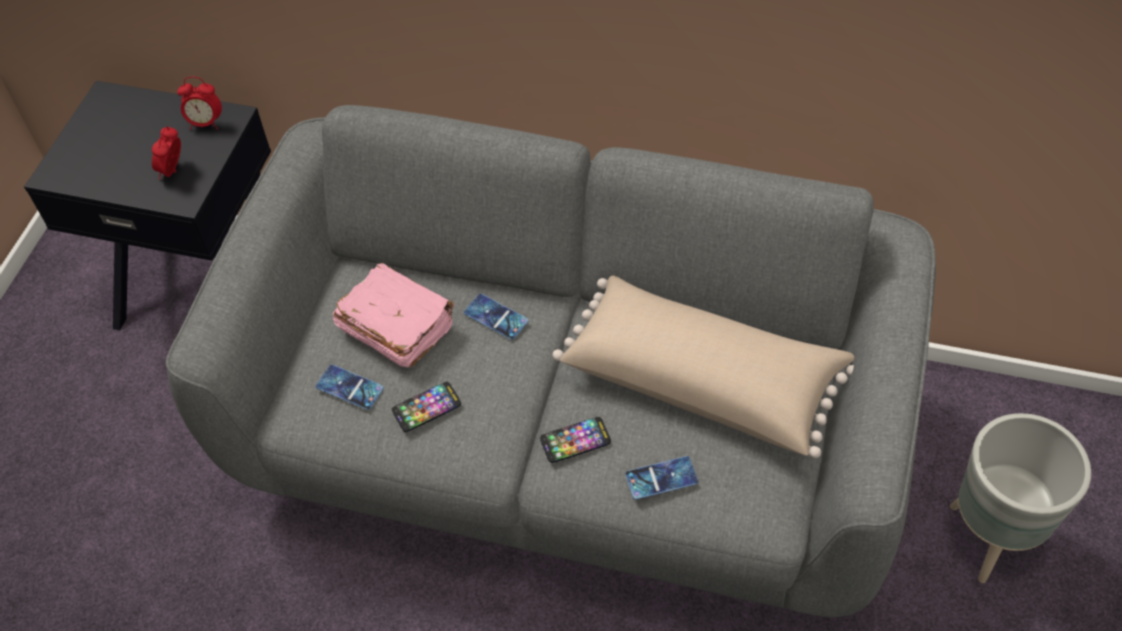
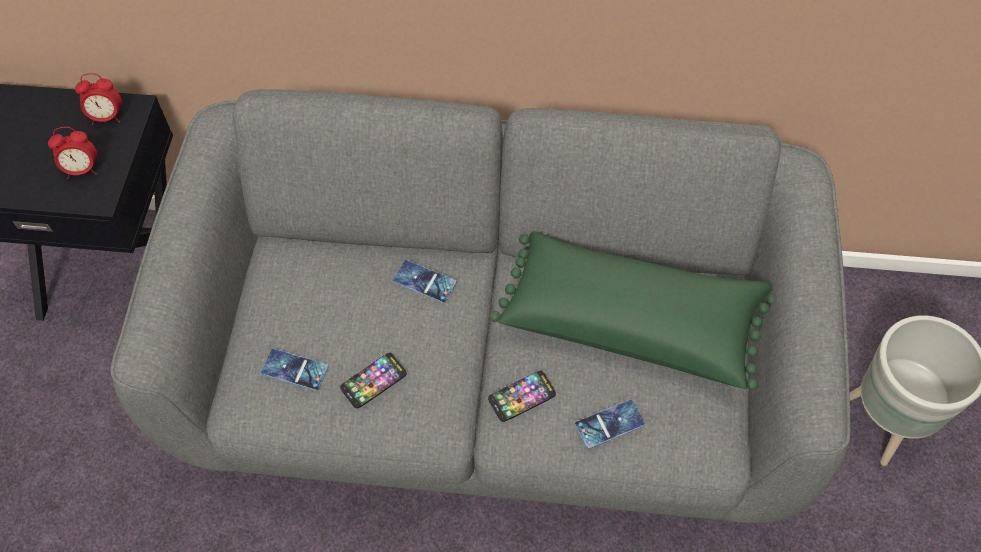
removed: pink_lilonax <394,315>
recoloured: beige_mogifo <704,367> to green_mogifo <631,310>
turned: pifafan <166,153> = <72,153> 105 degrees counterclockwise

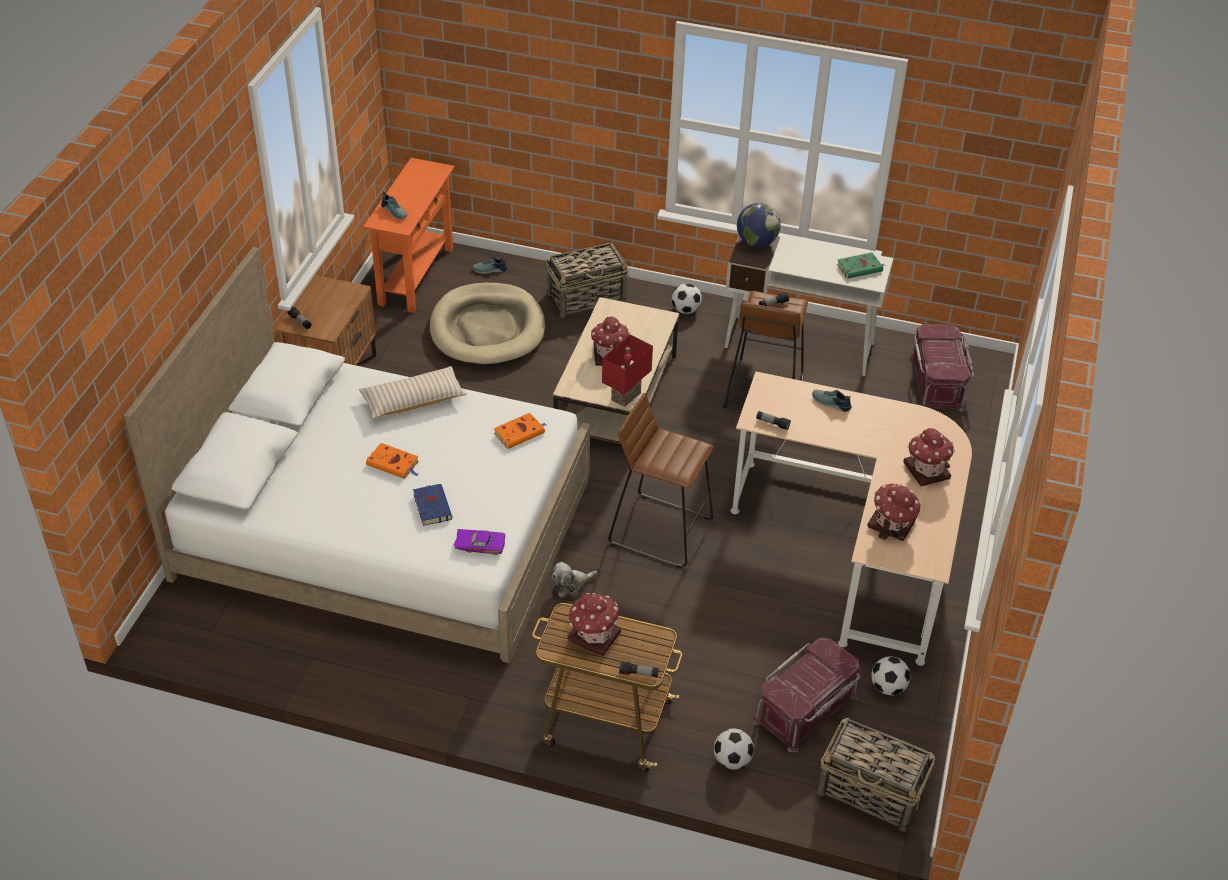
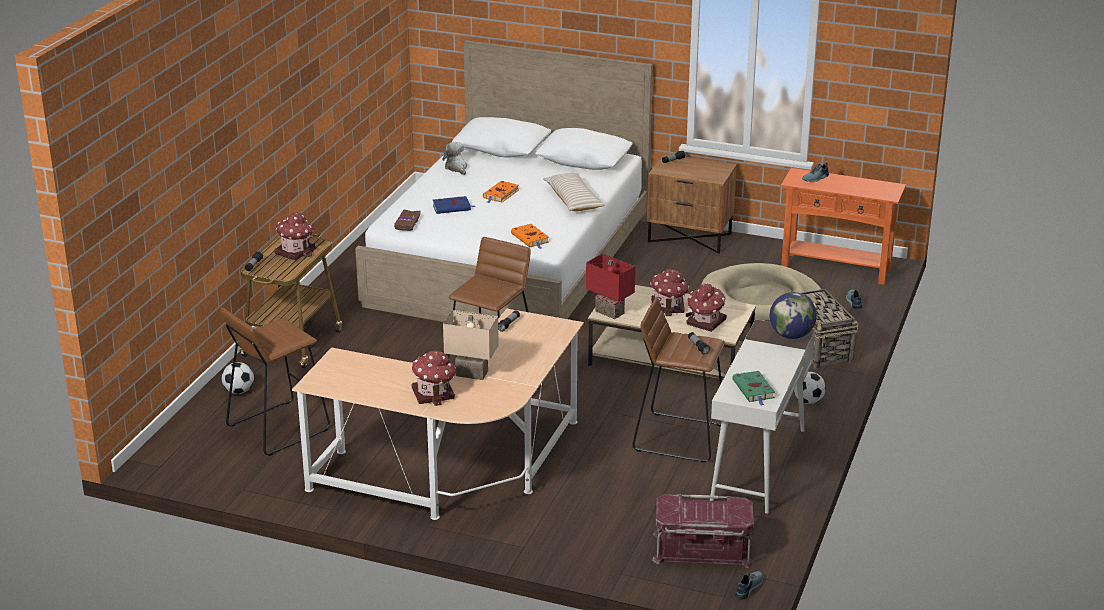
removed: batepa <876,775>; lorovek <891,675>
added: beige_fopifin <471,345>
moved: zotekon <575,580> to <455,158>; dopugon <832,401> to <749,585>; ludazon <894,512> to <706,307>
replaced: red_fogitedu <807,695> to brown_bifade <275,382>
recoloured: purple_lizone <479,542> to brown_lizone <407,220>

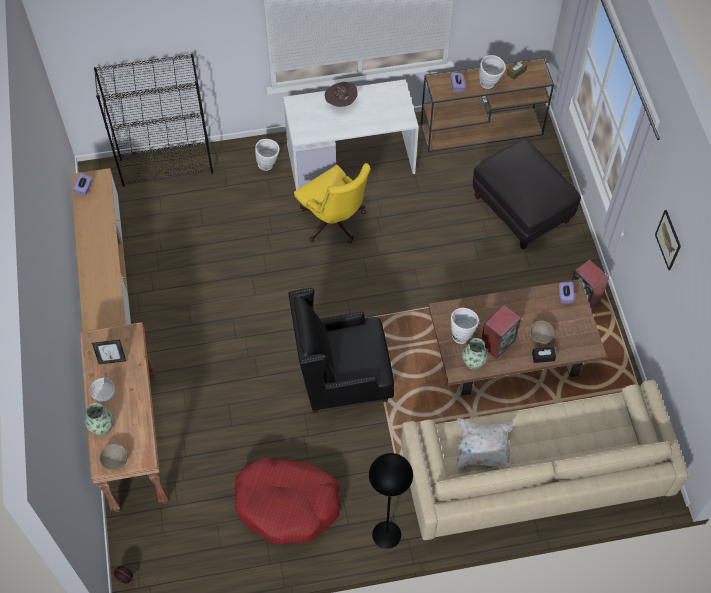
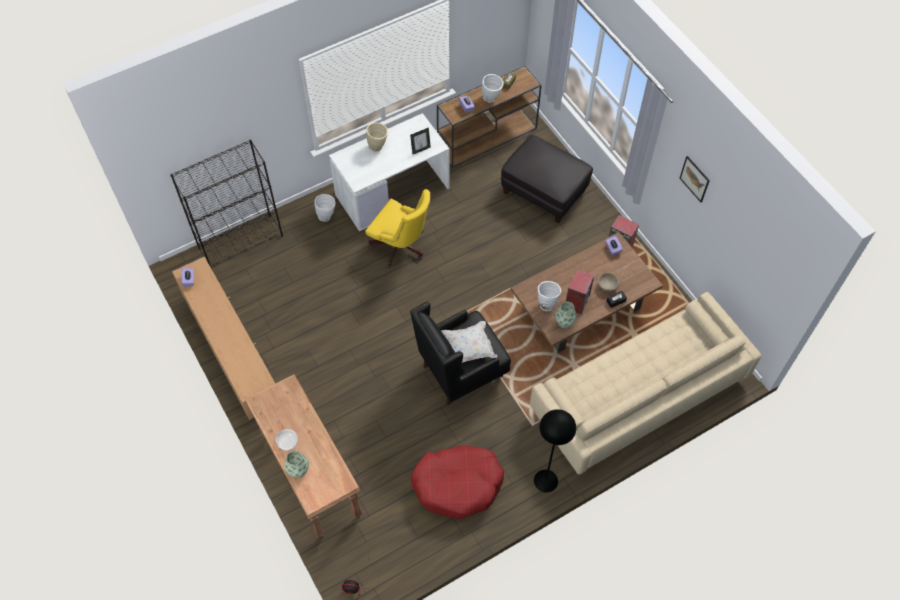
removed: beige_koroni <113,457>
moved: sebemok <109,352> to <420,141>; white_mogifo <484,443> to <469,342>
replaced: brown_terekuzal <341,94> to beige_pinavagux <377,137>

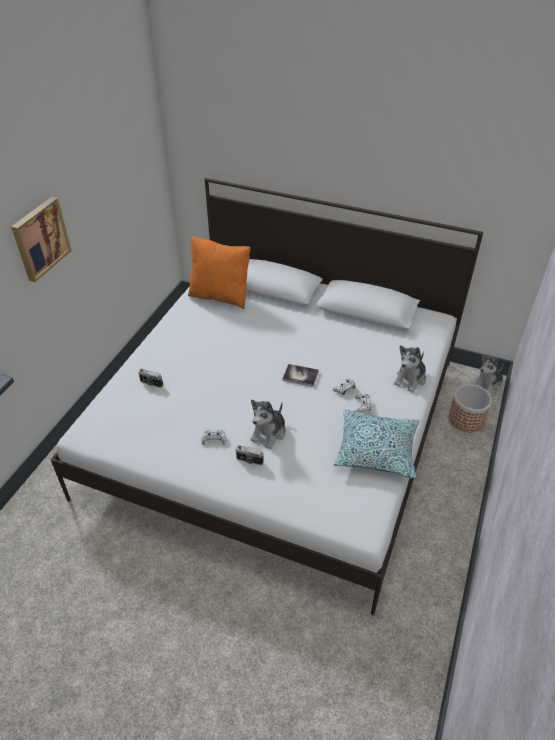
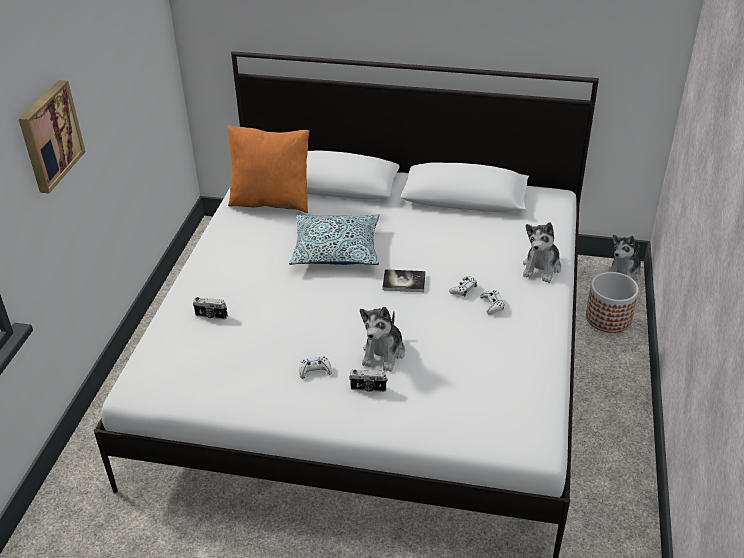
moved: mogifo <376,444> to <334,239>

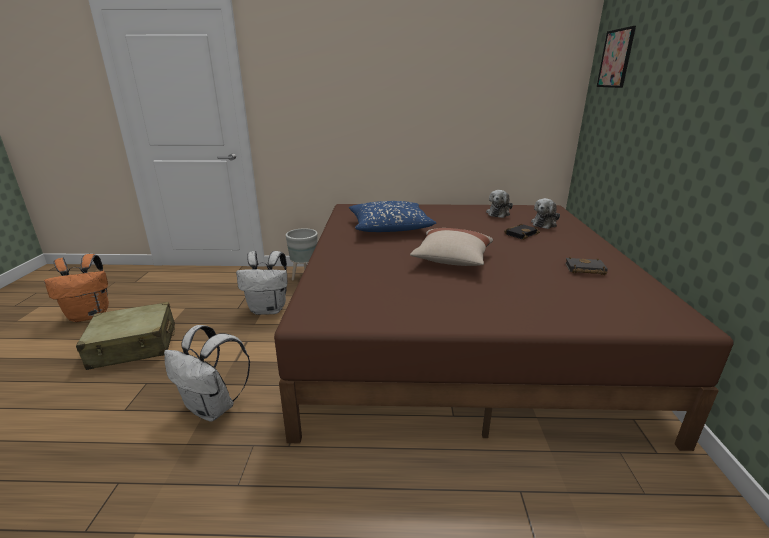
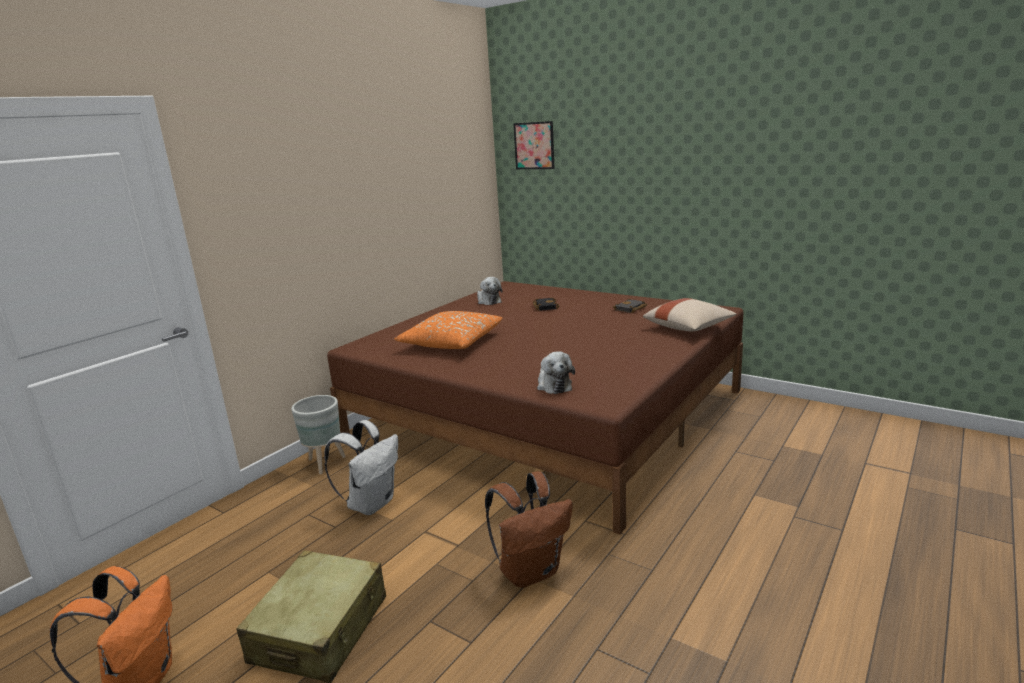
moved: beige_mogifo <451,247> to <689,314>; zotekon <545,213> to <556,373>
recoloured: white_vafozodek <207,373> to brown_vafozodek <529,529>; blue_mogifo <392,216> to orange_mogifo <448,330>

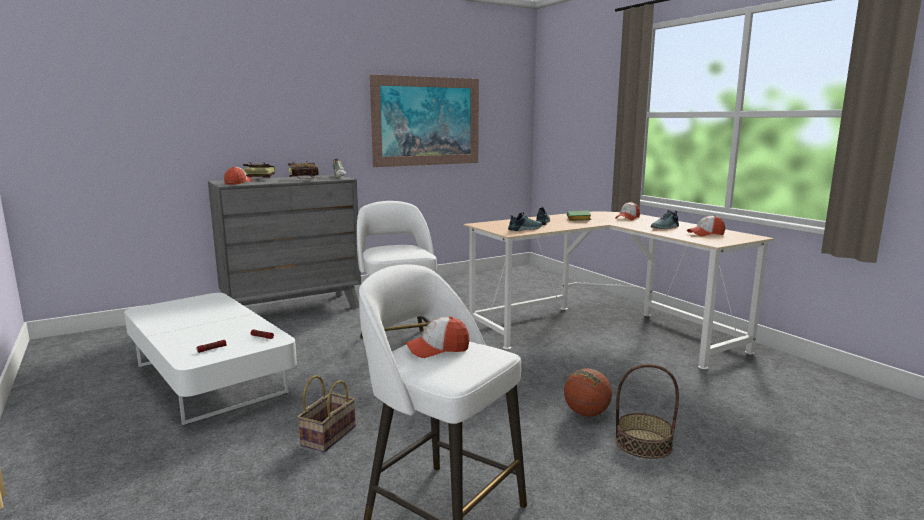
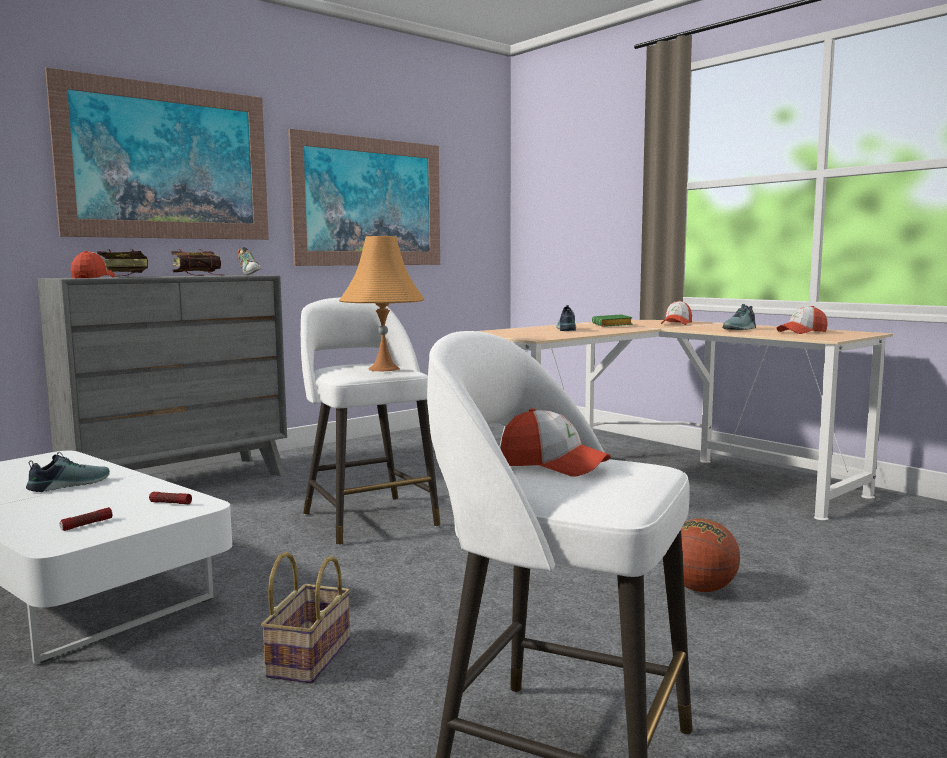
removed: batepa <647,411>
added: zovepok <157,153>; orange_fopifin <381,303>
moved: dopugon <525,221> to <68,472>
turned: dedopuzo <437,337> = <556,442> 120 degrees counterclockwise

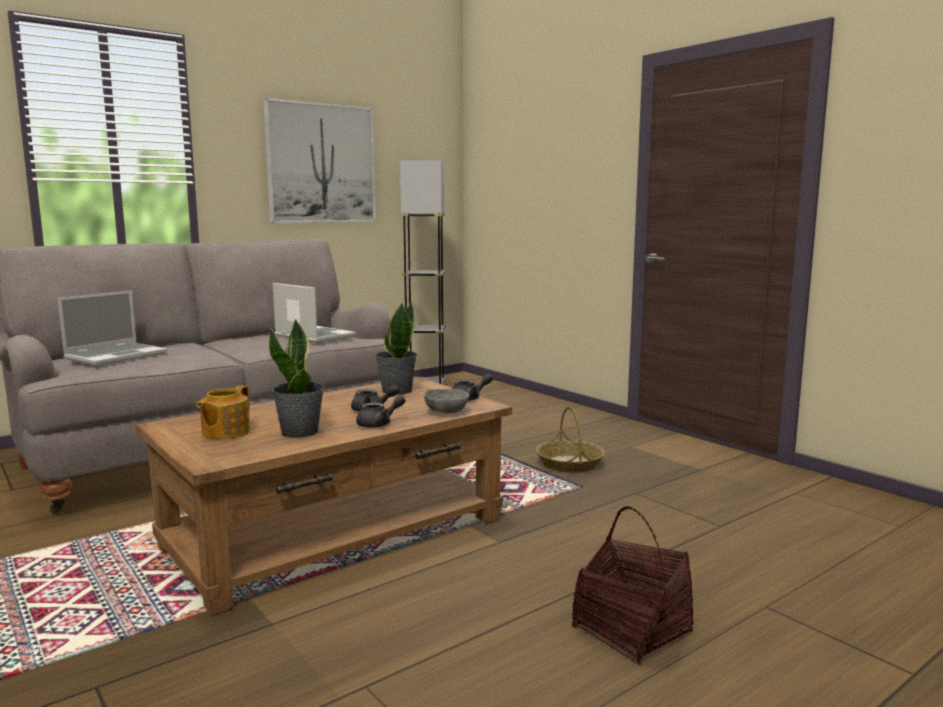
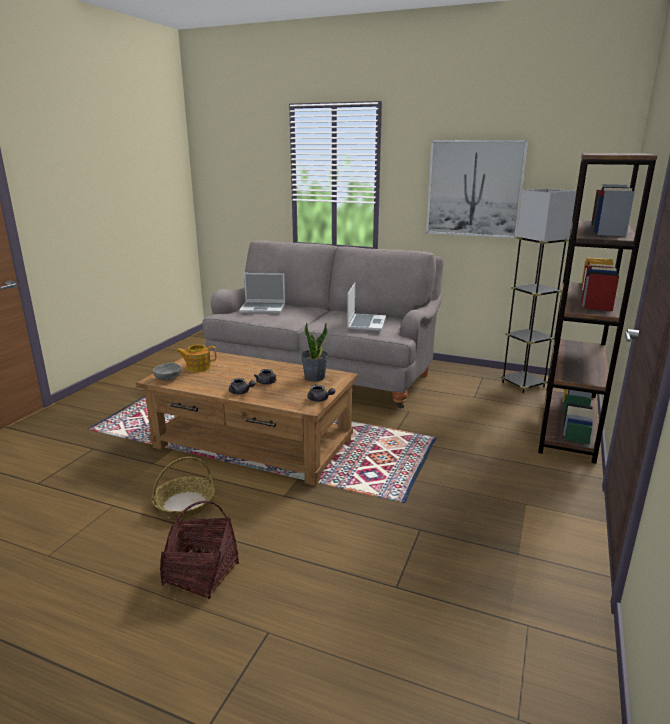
removed: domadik <296,378>
added: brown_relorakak <597,308>
moved: grey_koroni <446,401> to <167,372>; batepa <570,439> to <183,487>

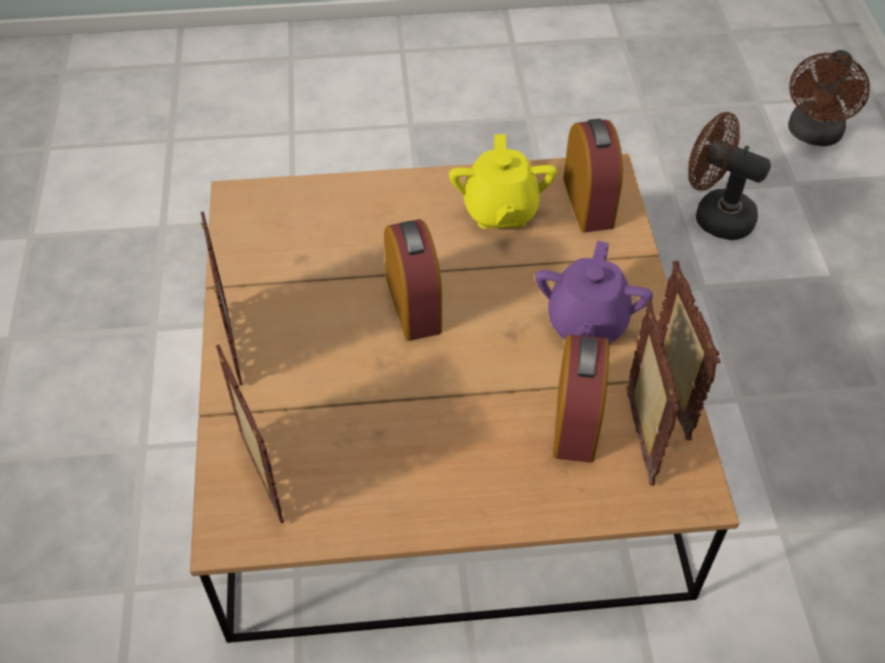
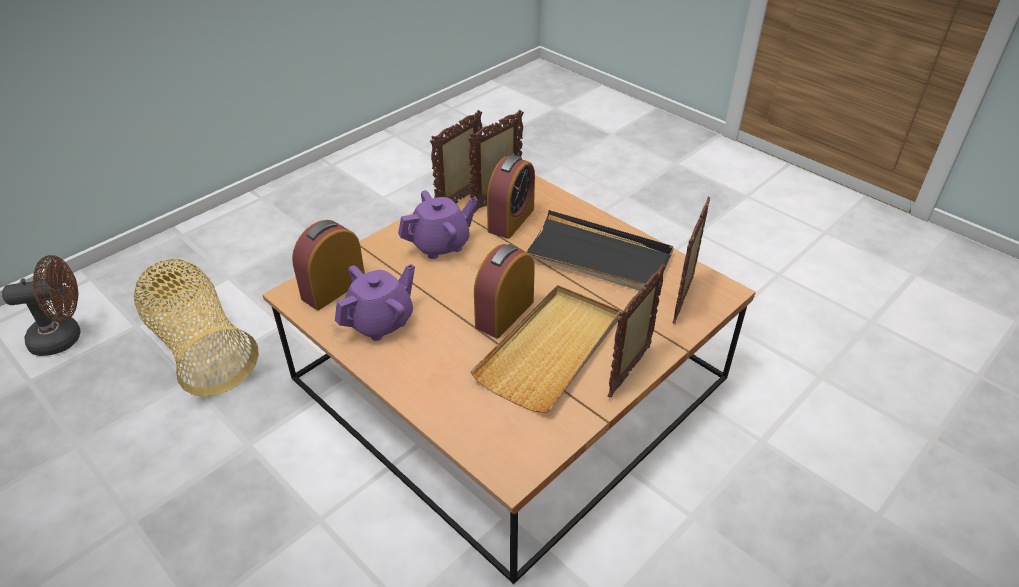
added: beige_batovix <545,349>; black_batovix <600,250>
replaced: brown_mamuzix <729,176> to batepa <196,328>
recoloured: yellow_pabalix <503,181> to purple_pabalix <375,302>
turned: pifafan <581,399> = <511,197> 150 degrees clockwise

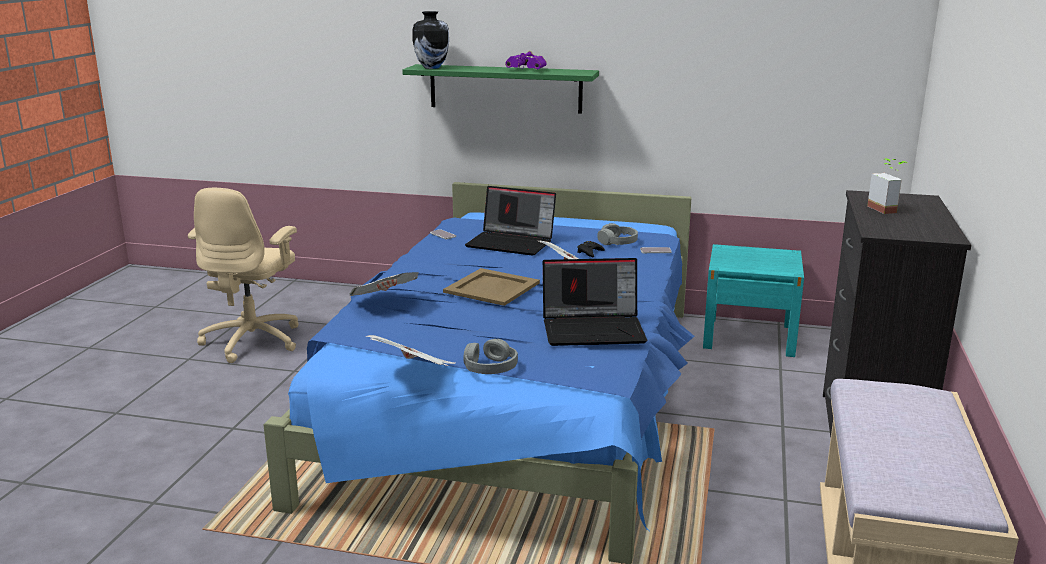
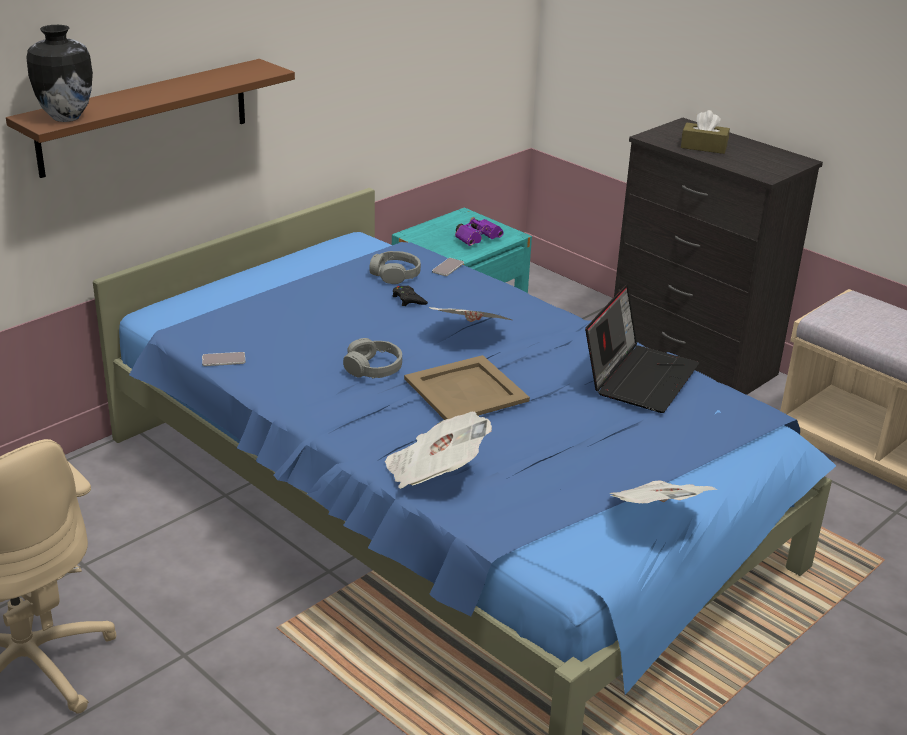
removed: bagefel <510,221>
moved: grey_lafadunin <491,356> to <372,358>; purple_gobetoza <526,60> to <479,231>
replaced: domadik <887,186> to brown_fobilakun <705,132>
recoloured: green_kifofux <500,89> to brown_kifofux <150,118>

